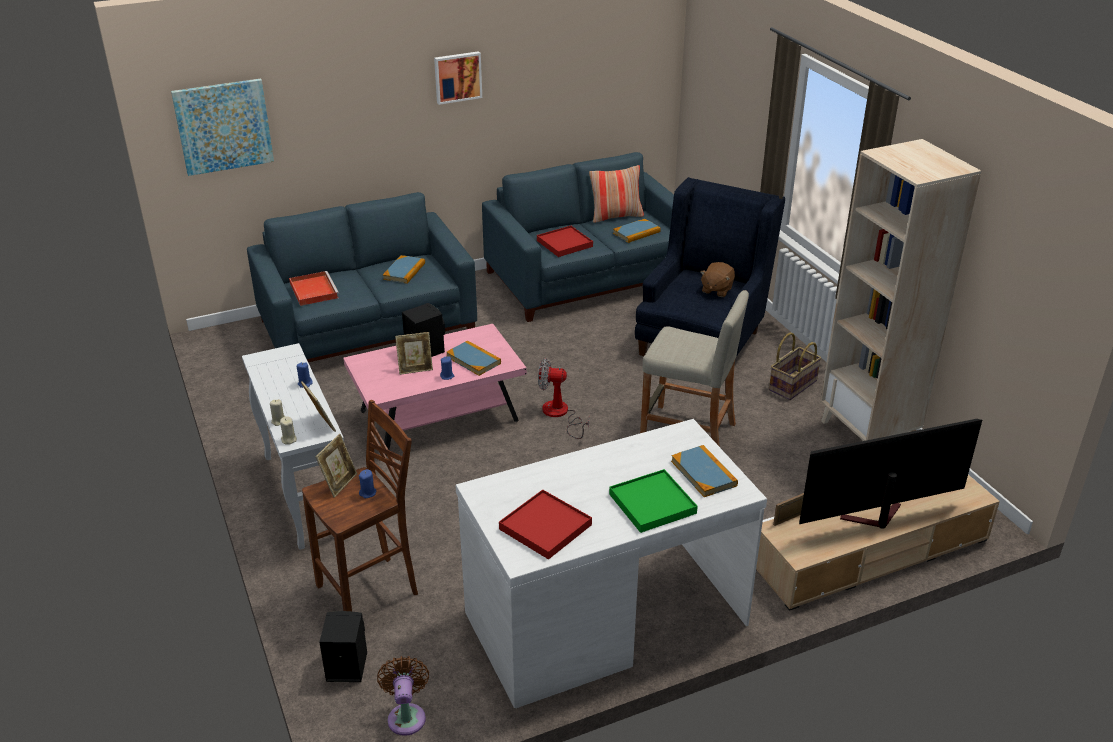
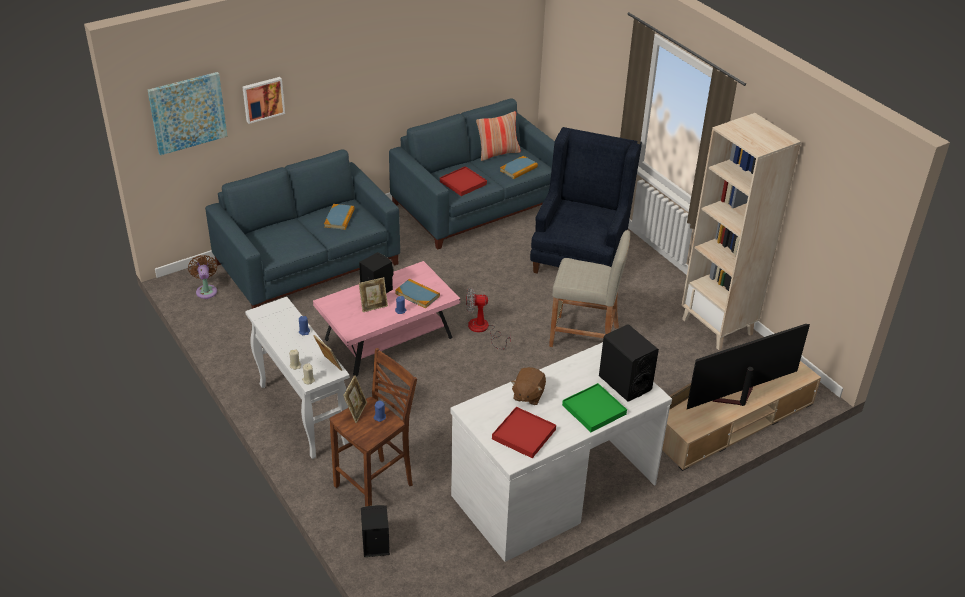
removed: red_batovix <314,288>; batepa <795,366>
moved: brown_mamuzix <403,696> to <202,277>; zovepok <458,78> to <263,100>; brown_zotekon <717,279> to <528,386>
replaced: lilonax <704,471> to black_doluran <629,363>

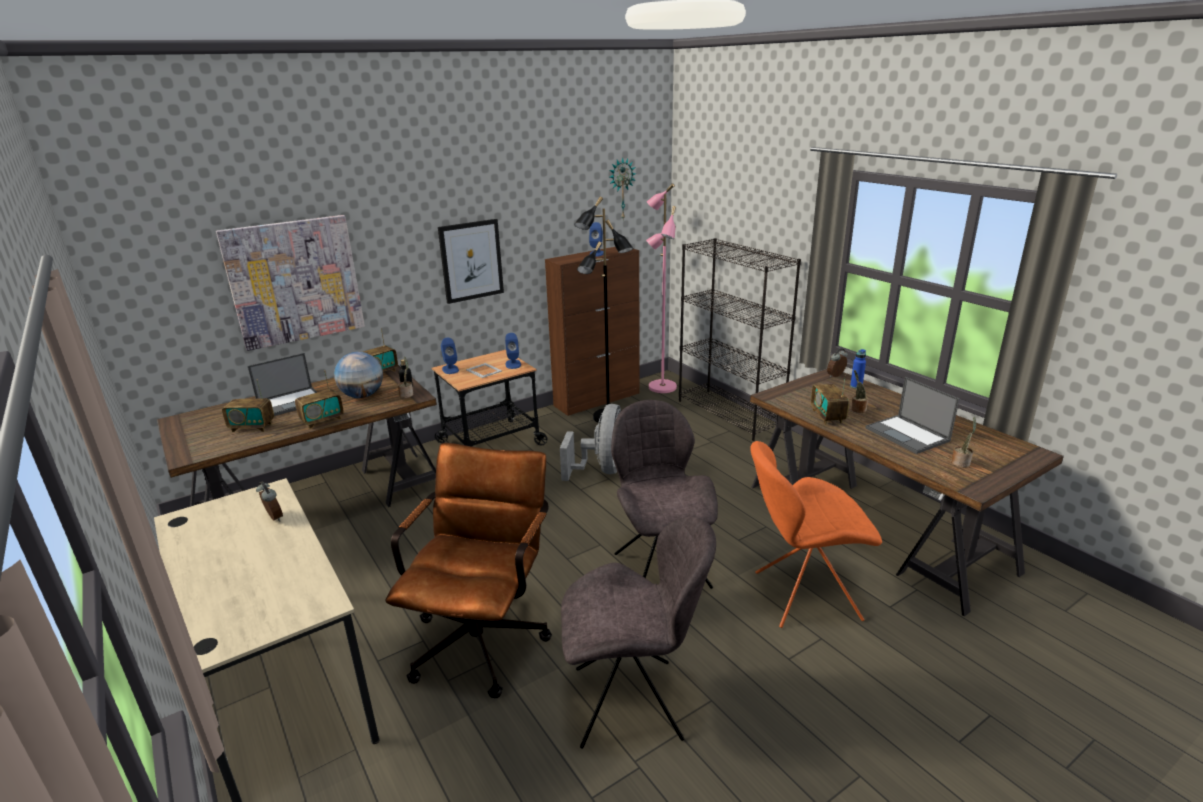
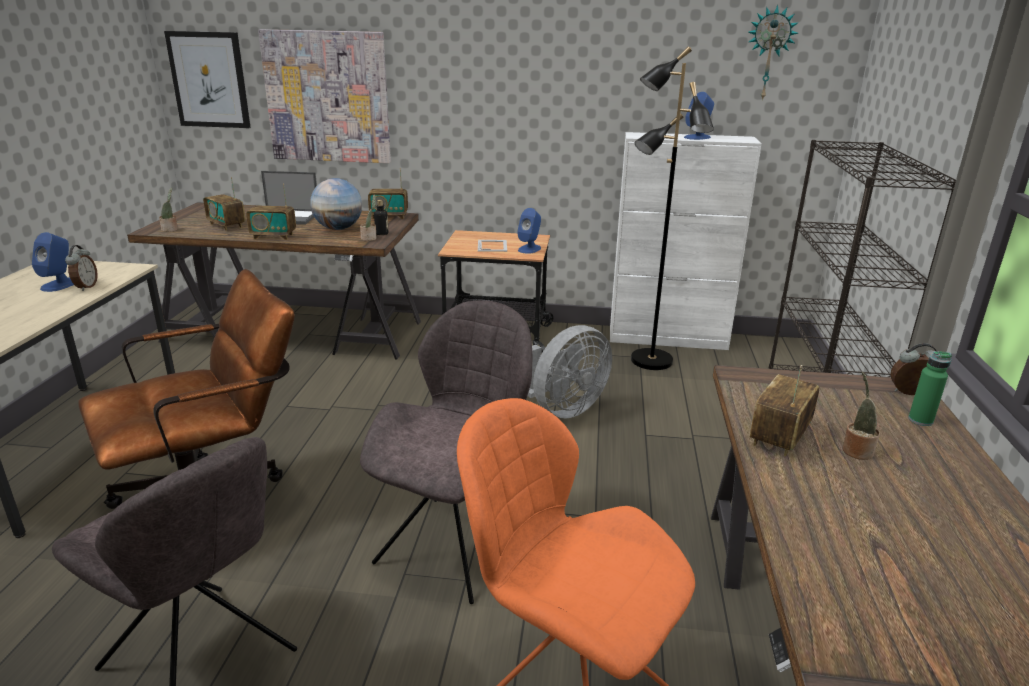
removed: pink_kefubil <661,288>; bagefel <912,415>
moved: zovepok <471,261> to <207,79>; blue_doluran <450,356> to <53,262>; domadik <964,442> to <168,210>
recoloured: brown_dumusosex <592,331> to white_dumusosex <686,241>; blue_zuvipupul <858,369> to green_zuvipupul <930,388>

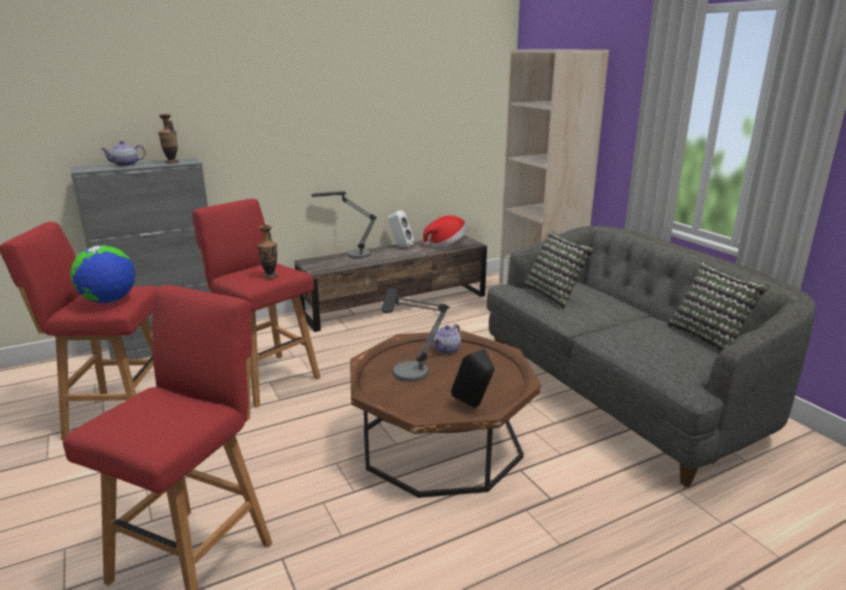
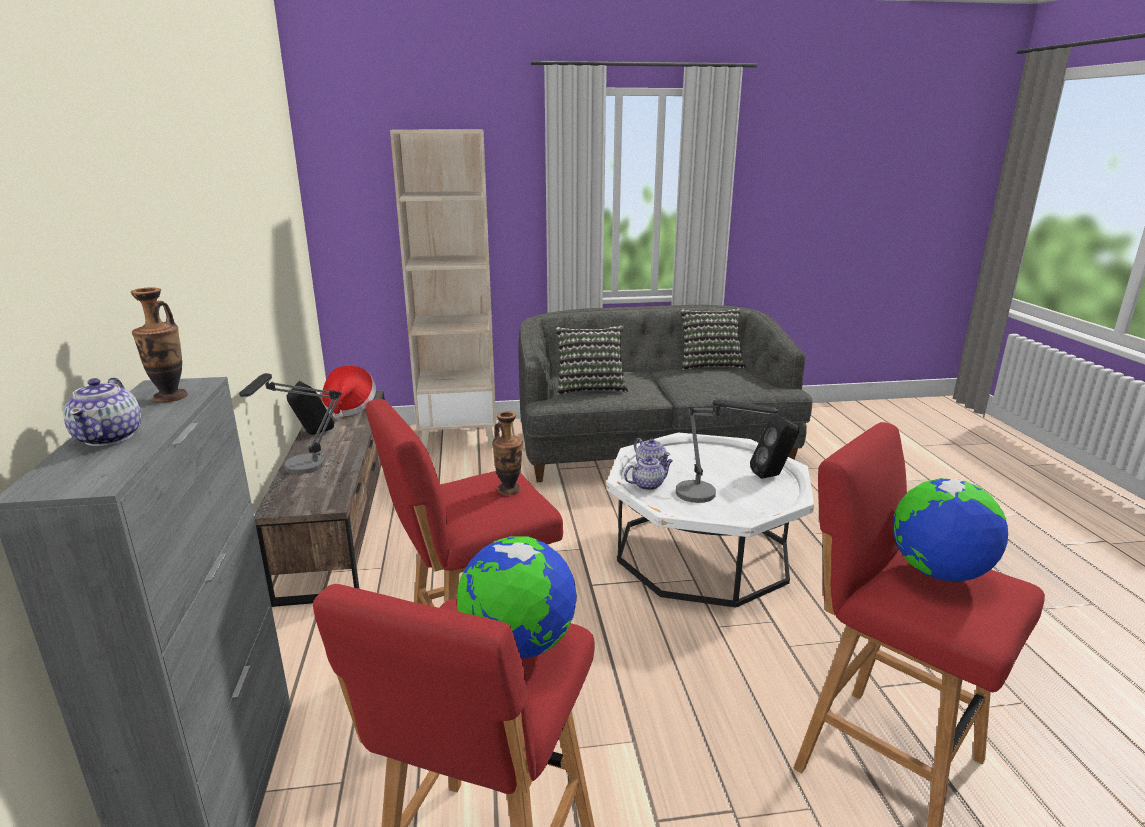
added: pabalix <648,473>; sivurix <950,530>
recoloured: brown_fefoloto <445,414> to white_fefoloto <710,520>; white_doluran <401,229> to black_doluran <310,408>

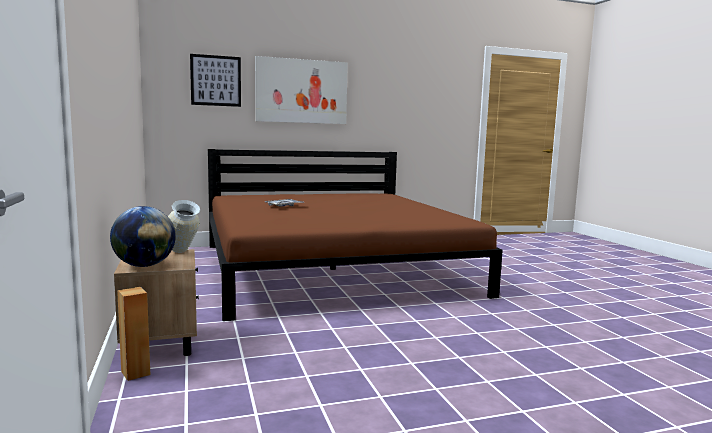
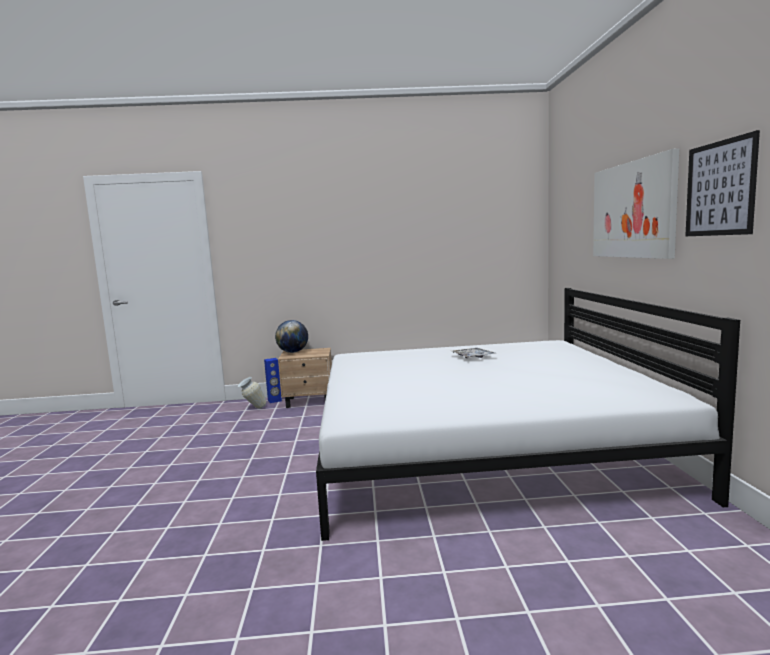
moved: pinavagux <184,226> to <252,393>; zovepok <215,80> to <722,183>
recoloured: brown_doluran <133,334> to blue_doluran <273,380>; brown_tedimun <355,235> to white_tedimun <528,414>

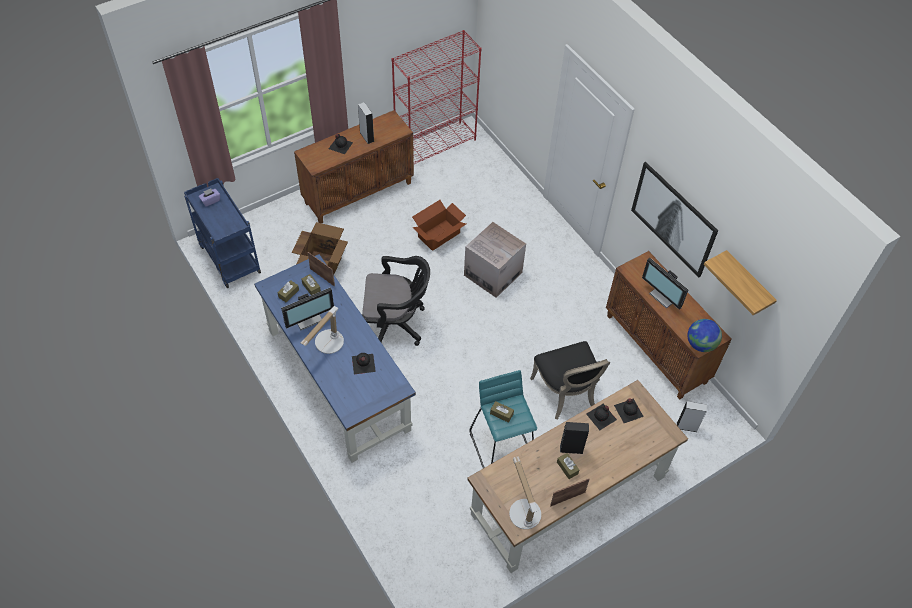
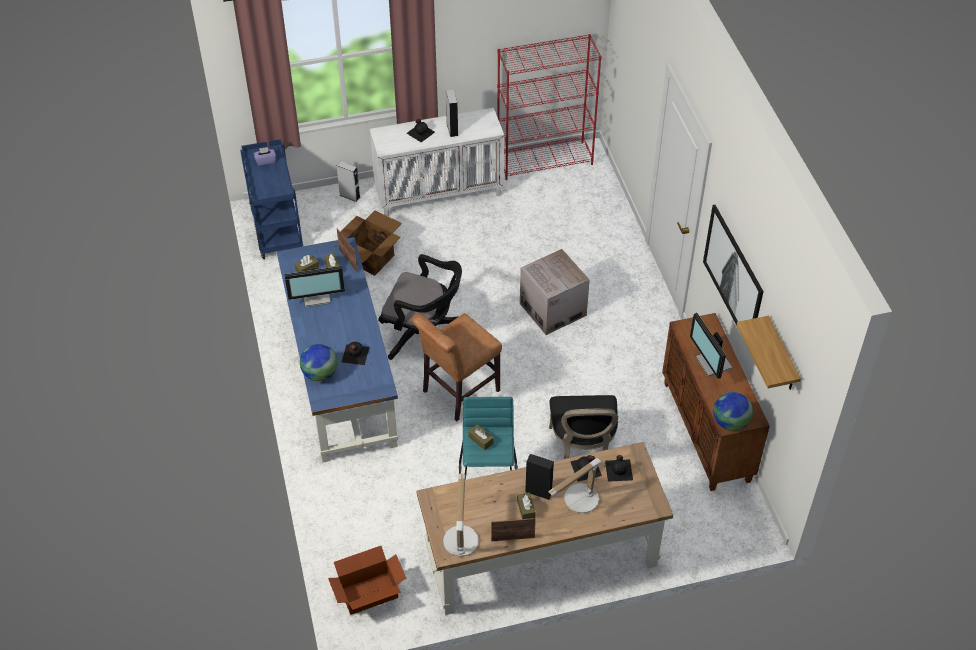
added: sivurix <319,362>; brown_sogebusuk <457,367>
moved: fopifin <322,330> to <574,485>; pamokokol <439,225> to <367,580>; grey_doluran <692,416> to <348,181>
recoloured: brown_dumusosex <354,166> to white_dumusosex <436,162>

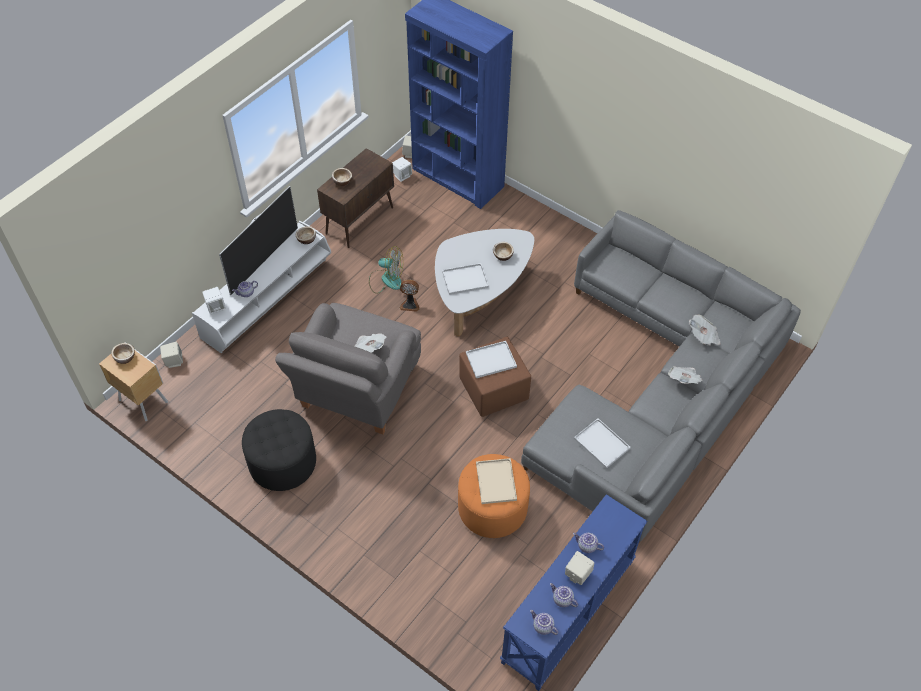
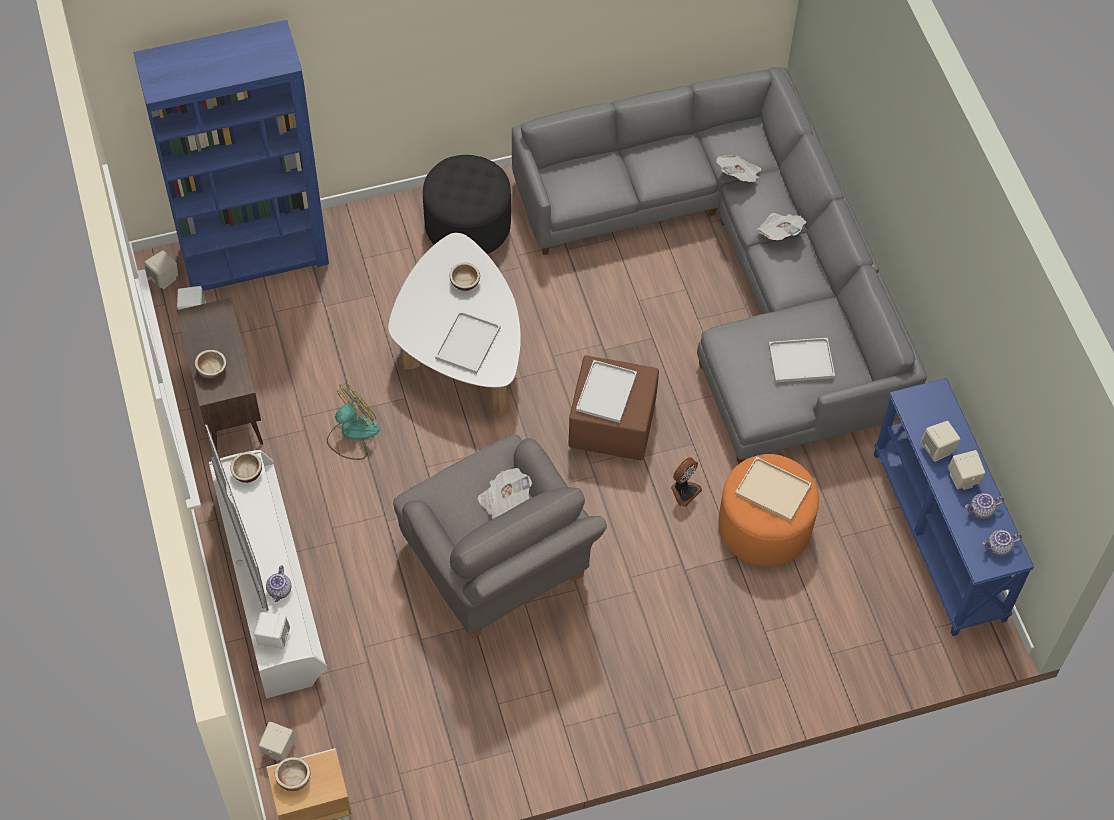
moved: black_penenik <279,450> to <467,204>; mamuzix <409,296> to <686,482>
replaced: pabalix <588,543> to beige_doluran <941,441>

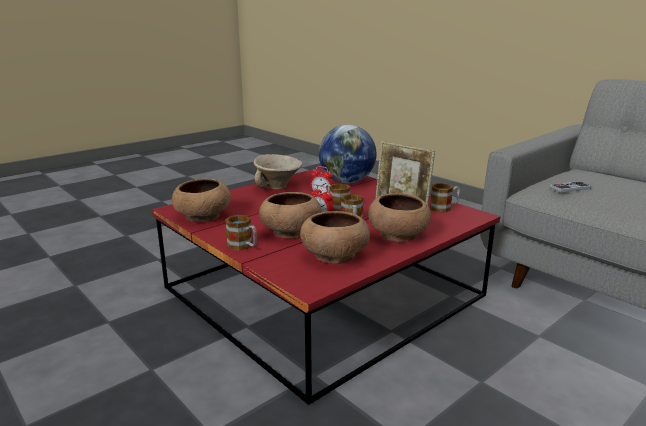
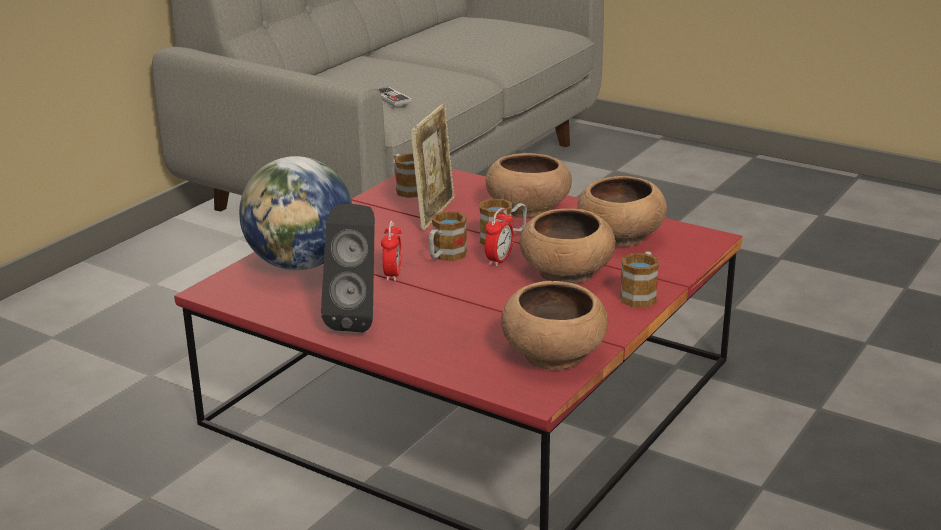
replaced: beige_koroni <278,172> to black_doluran <348,268>

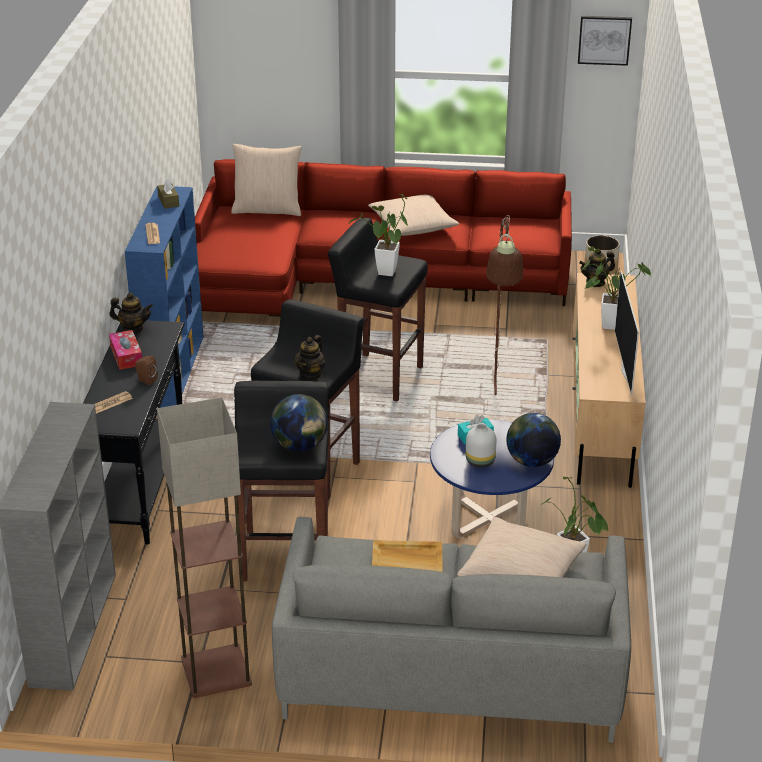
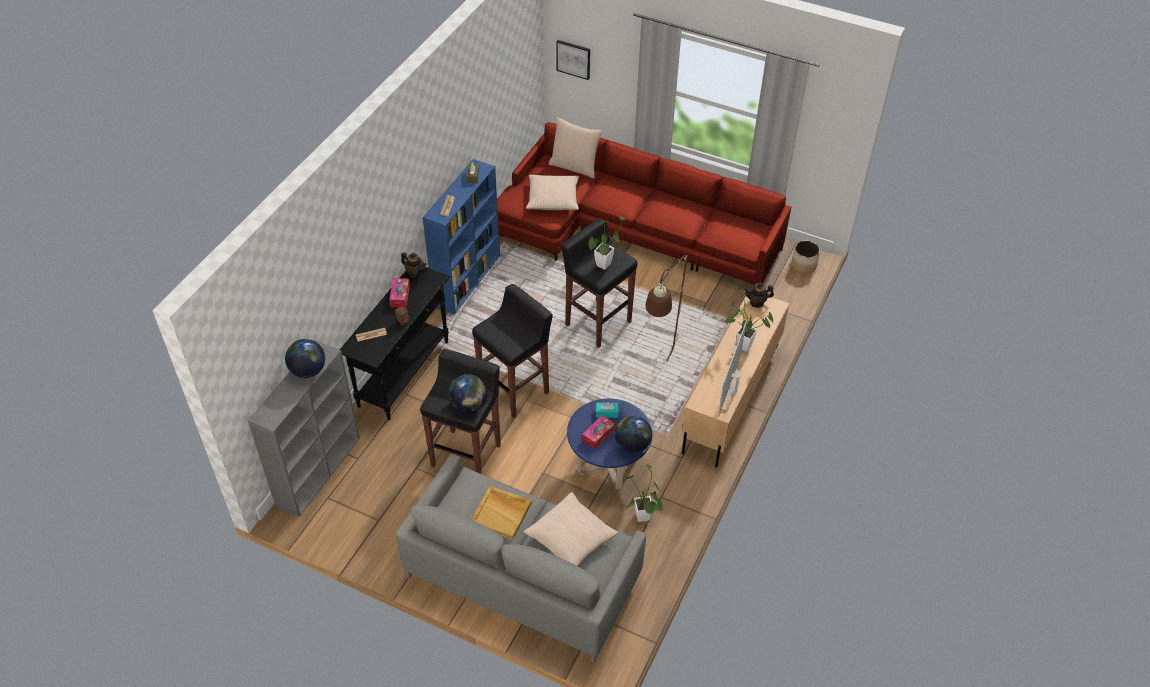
removed: kefubil <204,547>; pabalix <310,357>
added: sivurix <305,358>
moved: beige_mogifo <413,215> to <552,192>; zovepok <605,41> to <573,60>
replaced: white_pinavagux <481,446> to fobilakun <598,432>

